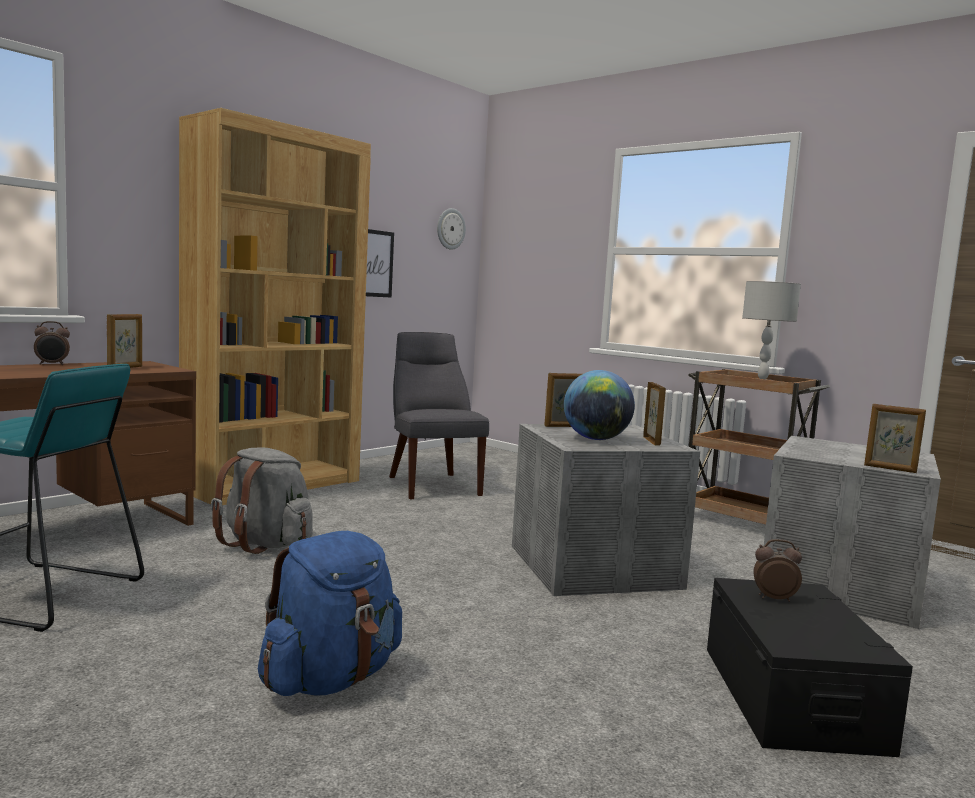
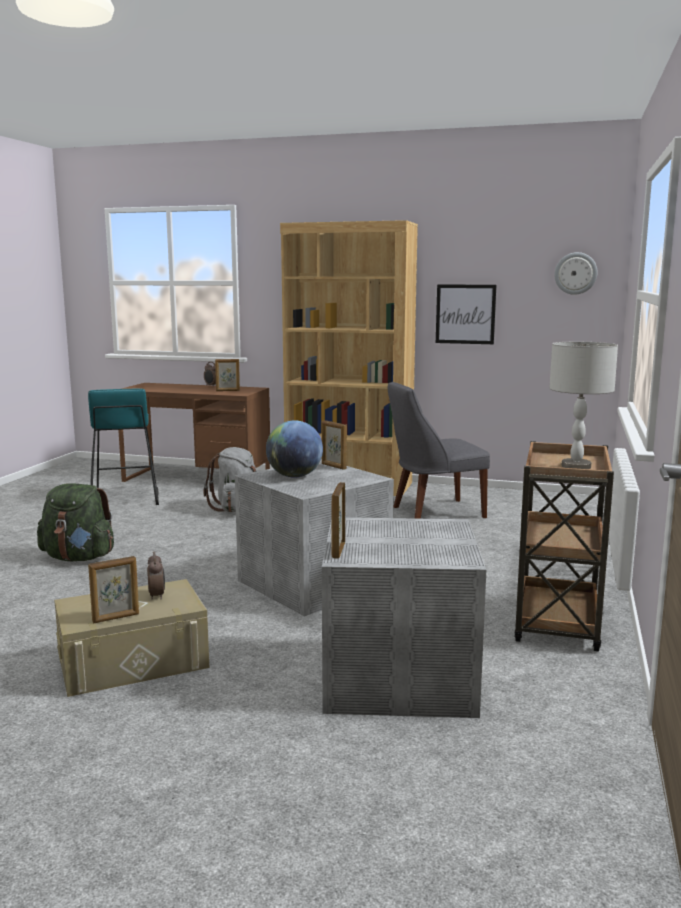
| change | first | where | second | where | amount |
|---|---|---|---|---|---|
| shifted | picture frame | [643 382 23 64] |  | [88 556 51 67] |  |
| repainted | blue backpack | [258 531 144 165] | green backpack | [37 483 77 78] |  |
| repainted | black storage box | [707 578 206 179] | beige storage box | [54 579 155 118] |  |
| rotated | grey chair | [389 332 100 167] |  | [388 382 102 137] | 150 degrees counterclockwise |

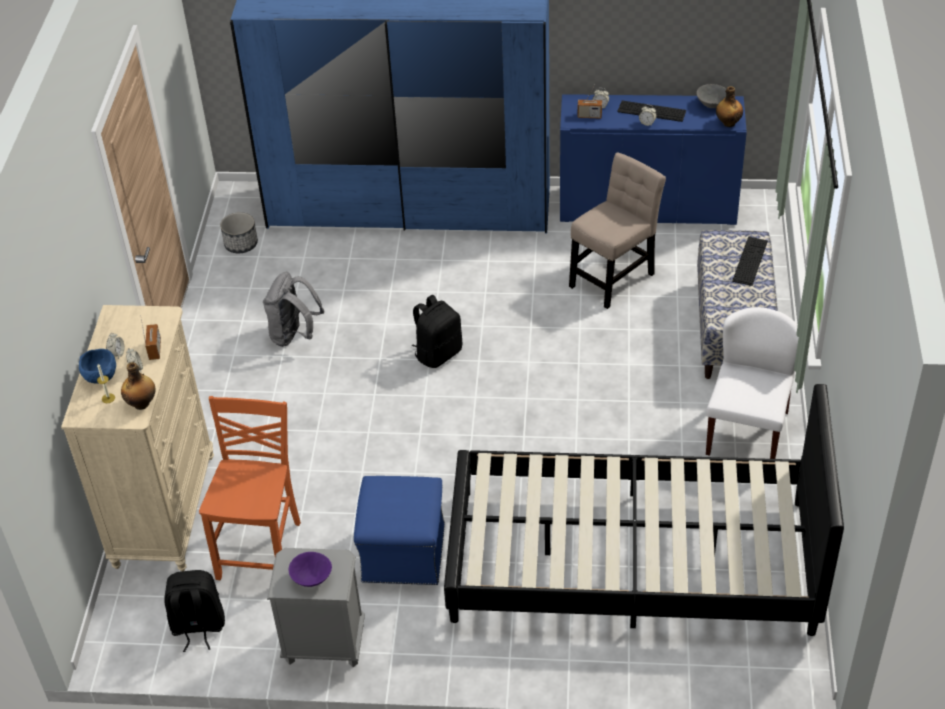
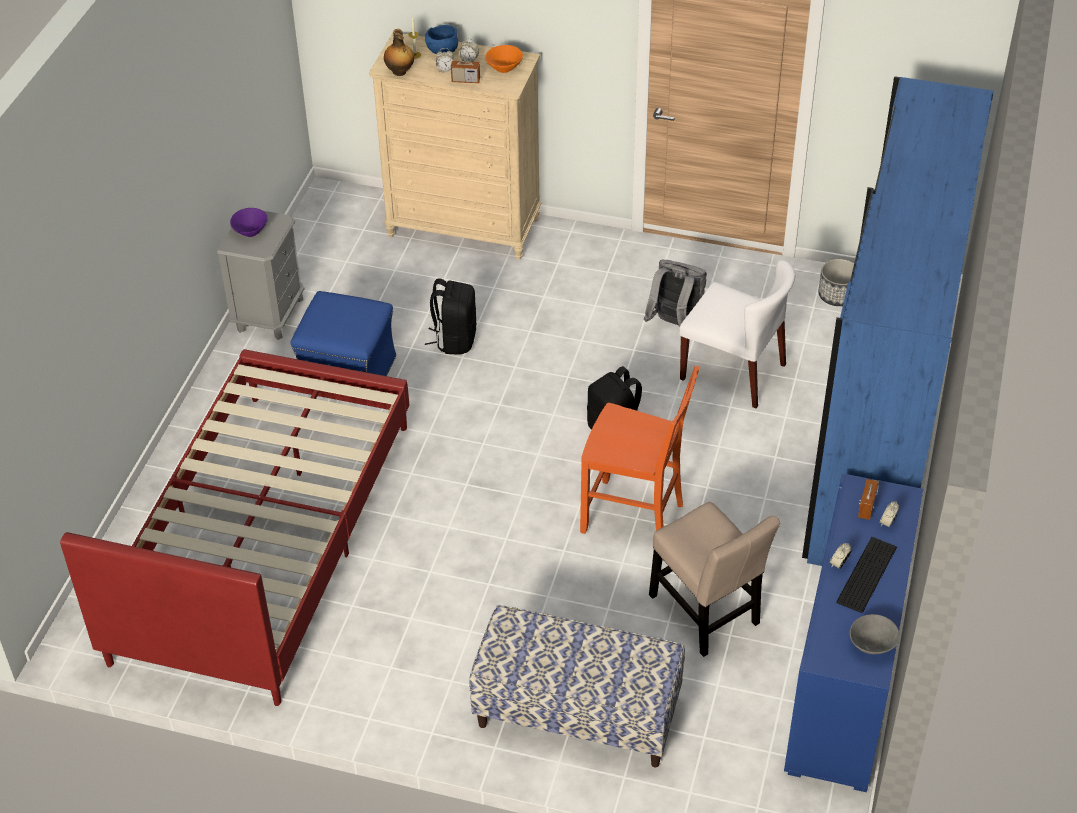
| change | first | where | second | where | amount |
|---|---|---|---|---|---|
| gone | bottle | [716 86 27 41] |  |  |  |
| gone | keyboard | [732 237 36 49] |  |  |  |
| new |  |  | orange bowl | [485 45 38 28] |  |
| shifted | black backpack | [164 570 61 82] |  | [425 279 51 76] |  |
| shifted | orange chair | [199 396 102 184] |  | [580 366 119 168] |  |
| shifted | white chair | [706 307 93 152] |  | [679 260 116 148] |  |
| repainted | black bed | [444 384 400 252] | red bed | [60 349 349 357] |  |

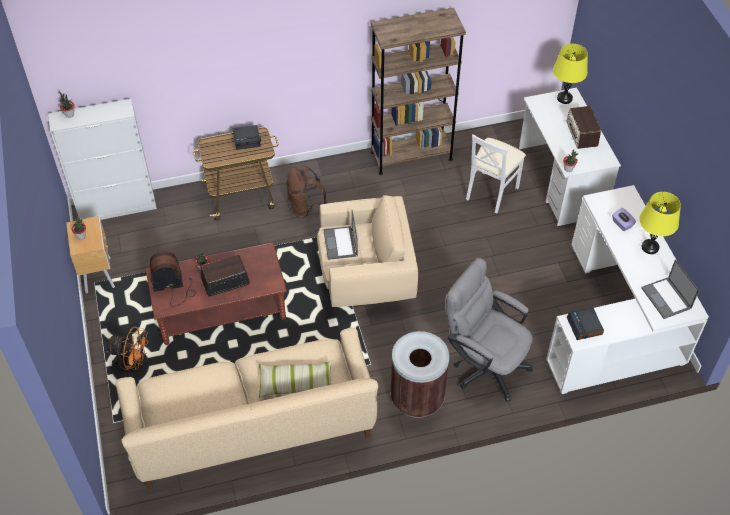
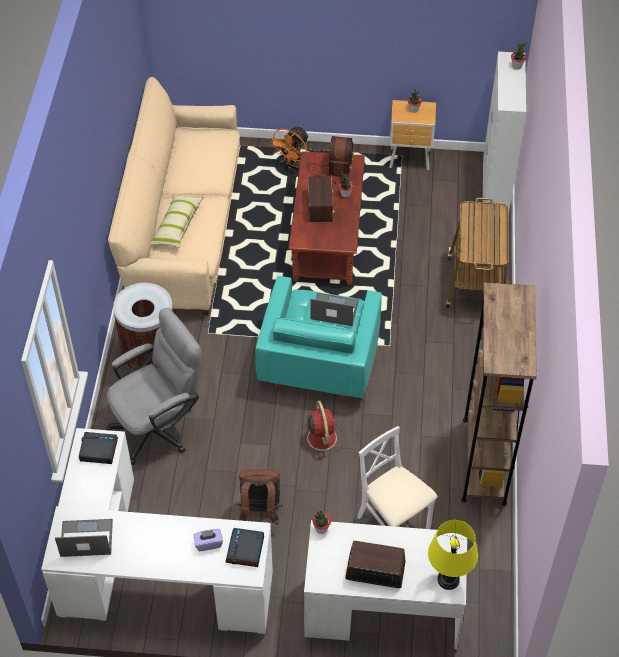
| change | first | where | second | where | amount |
|---|---|---|---|---|---|
| gone | yellow table lamp | [639 192 42 62] |  |  |  |
| new |  |  | red fan | [299 401 44 57] |  |
| shifted | alarm clock | [233 125 28 25] |  | [225 528 39 39] |  |
| shifted | brown backpack | [286 167 41 51] |  | [237 469 46 56] |  |
| repainted | beige armchair | [317 195 102 112] | turquoise armchair | [255 276 127 128] |  |

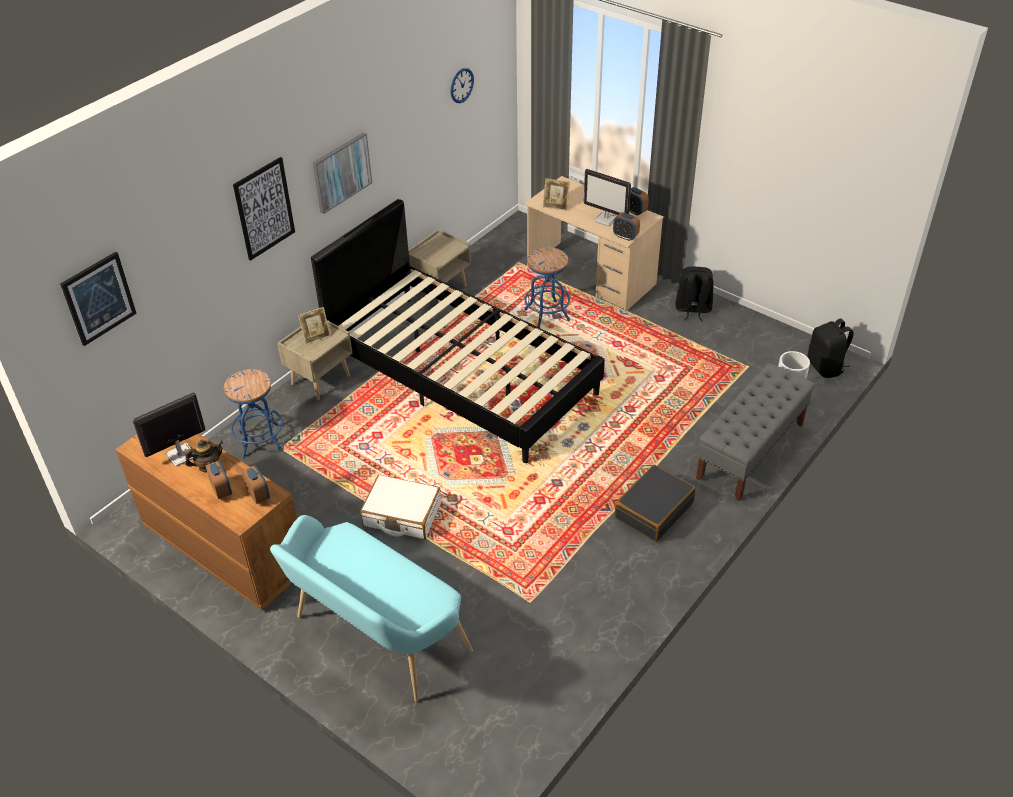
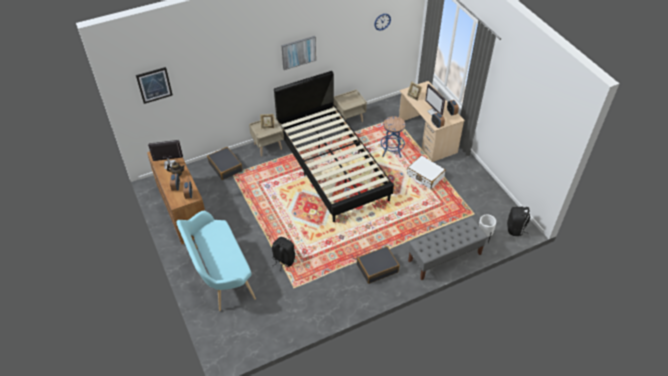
| change | first | where | second | where | amount |
|---|---|---|---|---|---|
| gone | picture | [233 157 62 104] |  |  |  |
| shifted | white suitcase | [360 475 81 64] |  | [407 155 39 34] |  |
| shifted | black backpack | [675 266 39 56] |  | [272 237 23 34] |  |
| swapped | blue stool | [224 369 59 90] | black suitcase | [207 147 35 33] |  |

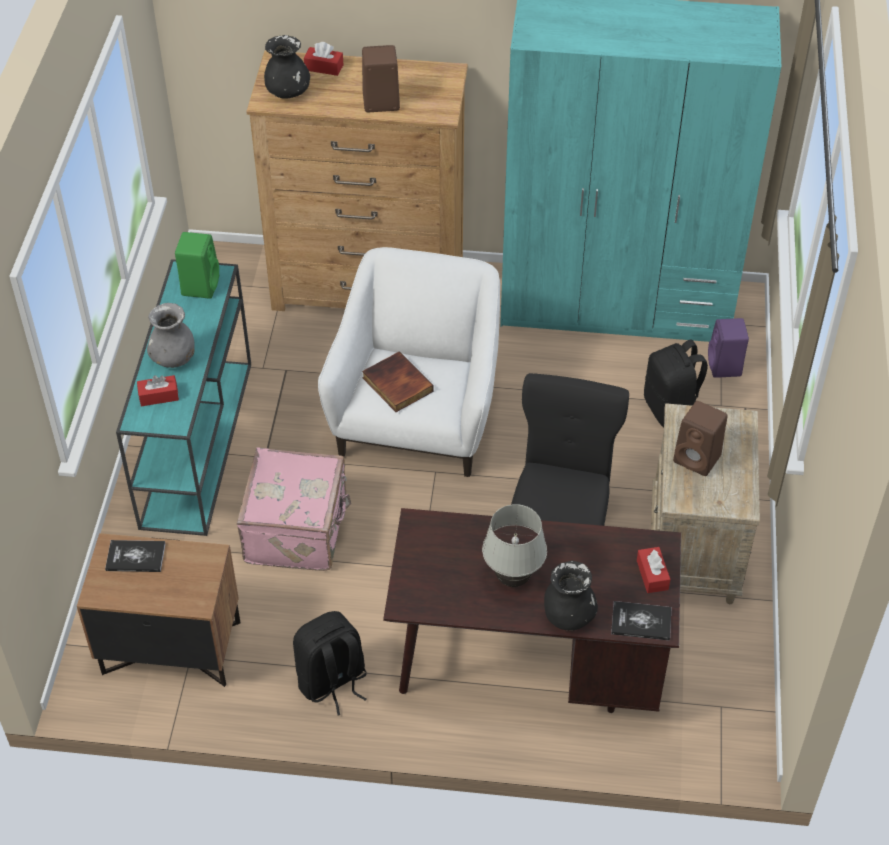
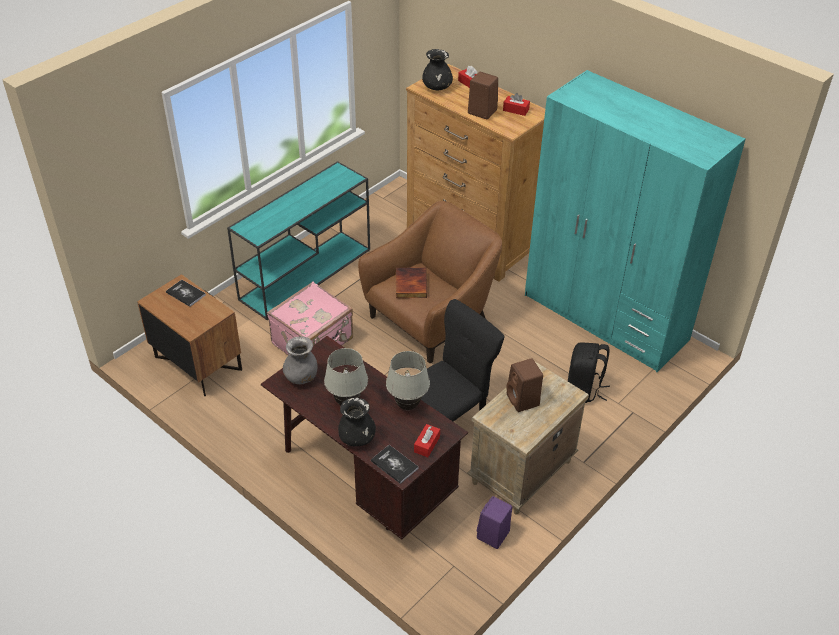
| change | first | where | second | where | amount |
|---|---|---|---|---|---|
| gone | green speaker | [175 232 44 67] |  |  |  |
| gone | black backpack | [293 611 74 105] |  |  |  |
| new |  |  | white table lamp | [386 351 44 59] |  |
| shifted | red tissue box | [137 375 42 32] |  | [503 93 27 23] |  |
| shifted | grey vase | [147 303 48 65] |  | [283 336 34 48] |  |
| shifted | purple speaker | [708 318 41 60] |  | [477 496 35 53] |  |
| repainted | white armchair | [318 247 182 230] | brown armchair | [358 201 144 162] |  |

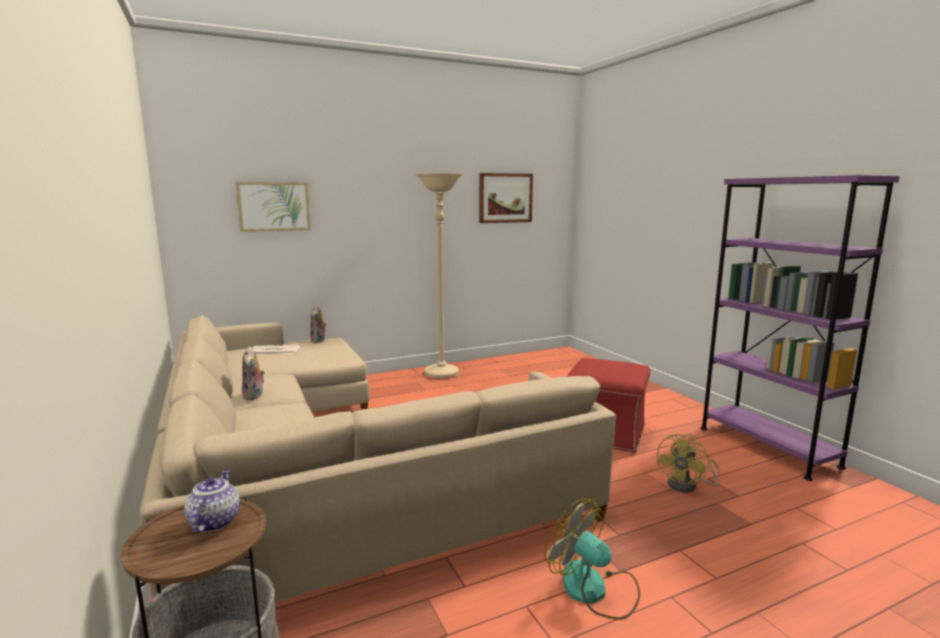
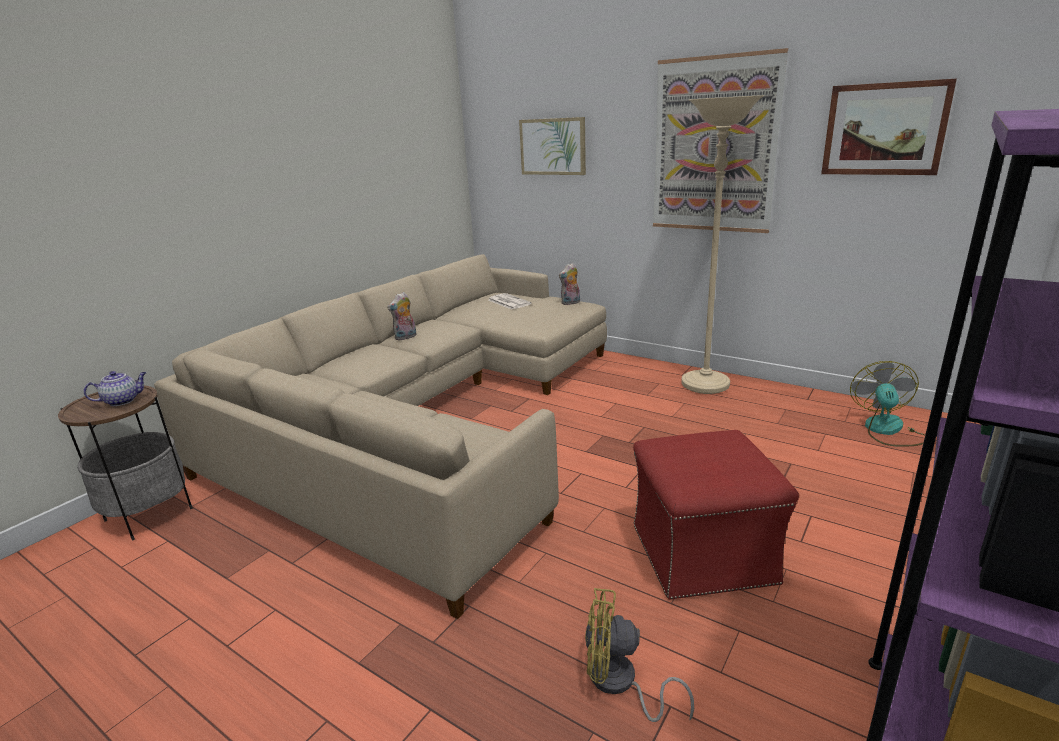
| change | first | where | second | where | amount |
|---|---|---|---|---|---|
| new |  |  | picture | [653 48 135 185] |  |
| shifted | fan | [545 499 95 121] |  | [850 361 75 86] |  |

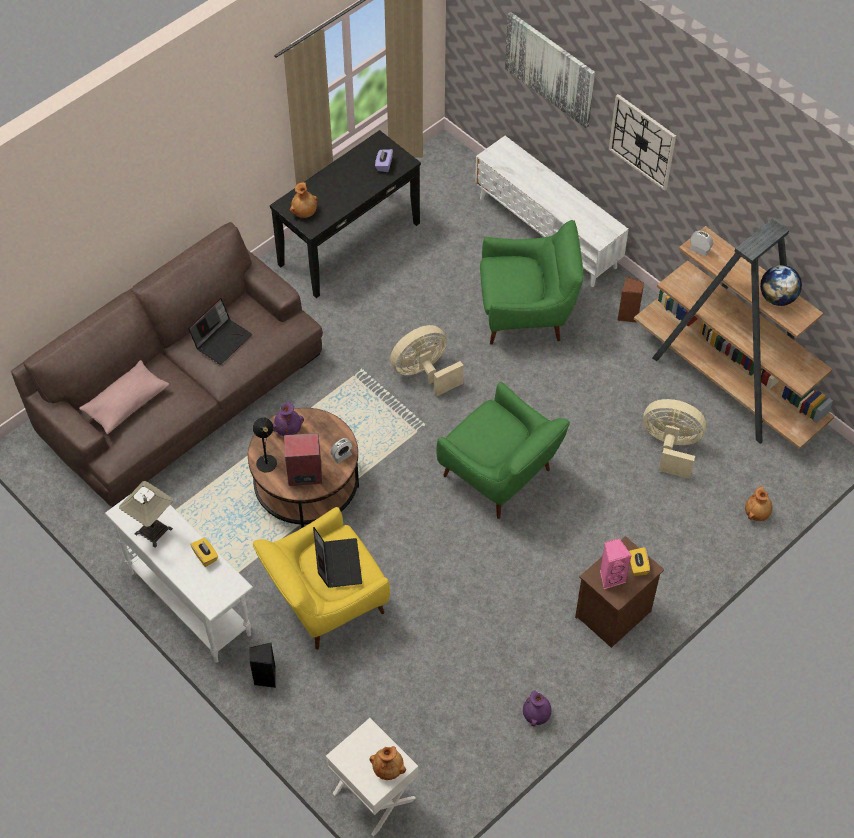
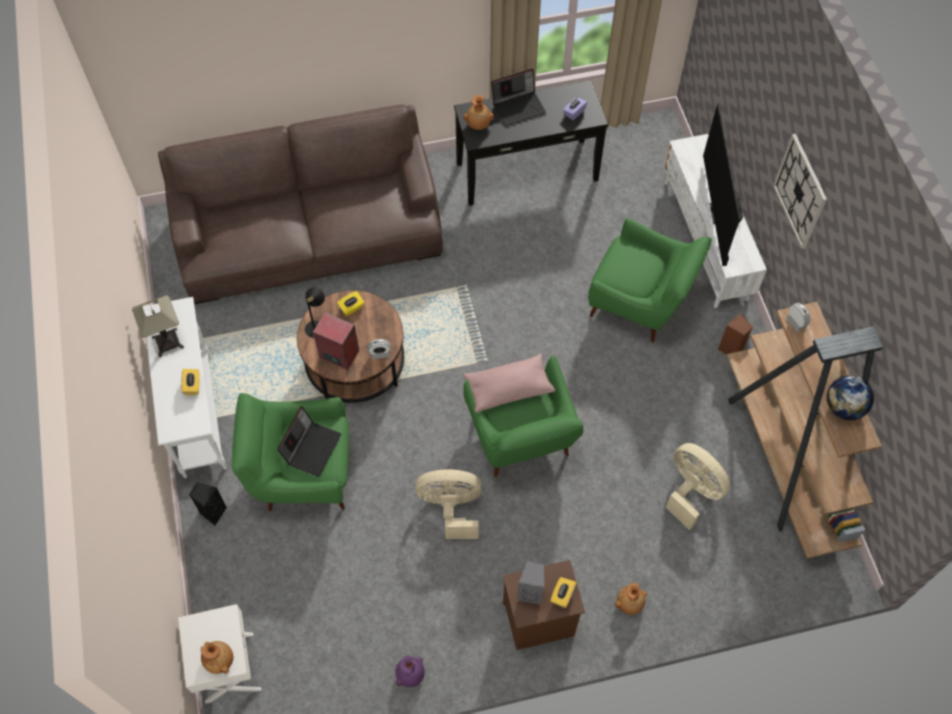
| change | first | where | second | where | amount |
|---|---|---|---|---|---|
| gone | picture | [505 12 90 116] |  |  |  |
| new |  |  | television | [703 104 40 162] |  |
| shifted | pink pillow | [79 360 90 74] |  | [464 354 91 59] |  |
| shifted | laptop | [188 298 64 67] |  | [491 69 55 57] |  |
| shifted | beige fan | [390 325 73 71] |  | [415 469 67 70] |  |
| shifted | brown vase | [745 486 27 35] |  | [615 583 32 32] |  |
| swapped | purple vase | [273 402 31 34] | yellow tissue box | [337 291 28 25] |  |
| repainted | yellow armchair | [253 507 137 143] | green armchair | [232 393 117 118] |  |
| repainted | pink speaker | [600 538 32 51] | grey speaker | [517 561 27 44] |  |

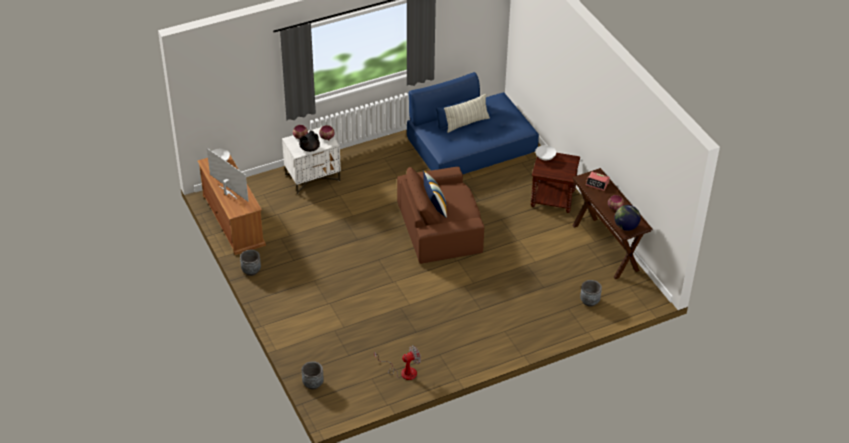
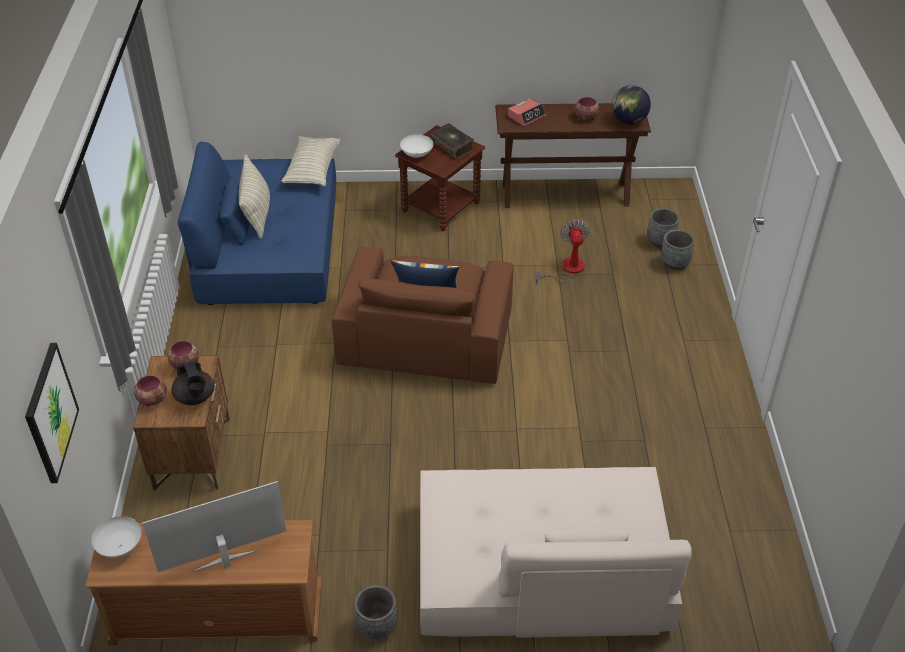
| change | first | where | second | where | amount |
|---|---|---|---|---|---|
| new |  |  | picture | [25 343 54 140] |  |
| new |  |  | pillow | [281 136 60 50] |  |
| new |  |  | beige sofa | [420 467 272 171] |  |
| new |  |  | book | [430 123 44 36] |  |
| shifted | grey planter | [302 361 22 29] |  | [661 230 34 41] |  |
| shifted | fan | [374 345 47 35] |  | [534 220 56 65] |  |
| repainted | white nightstand | [282 127 59 67] | brown nightstand | [133 355 97 136] |  |

